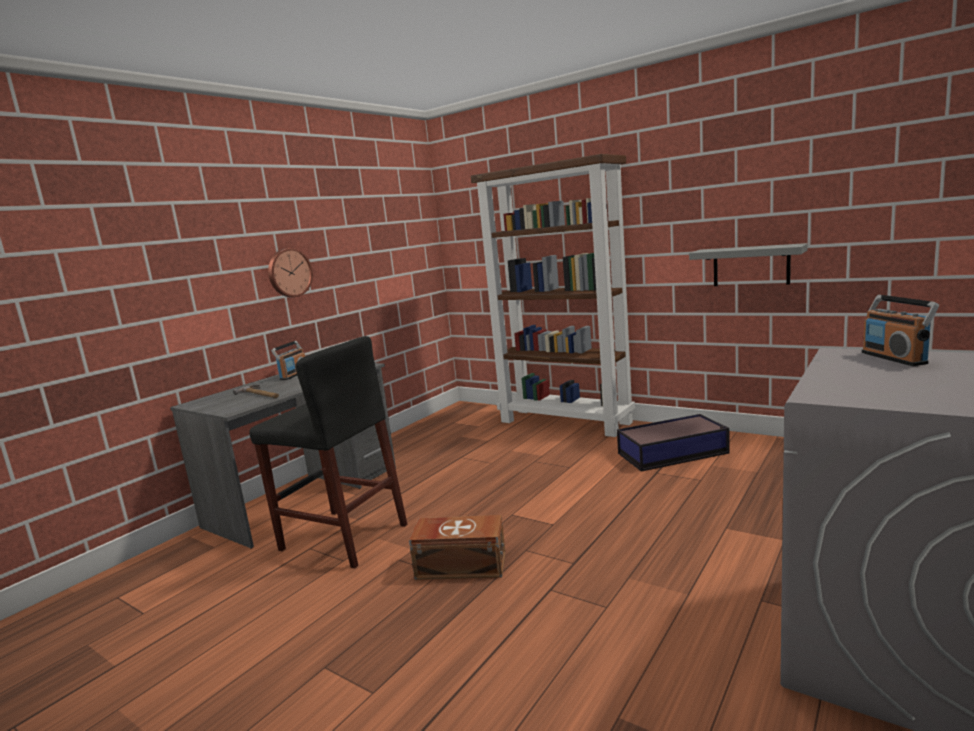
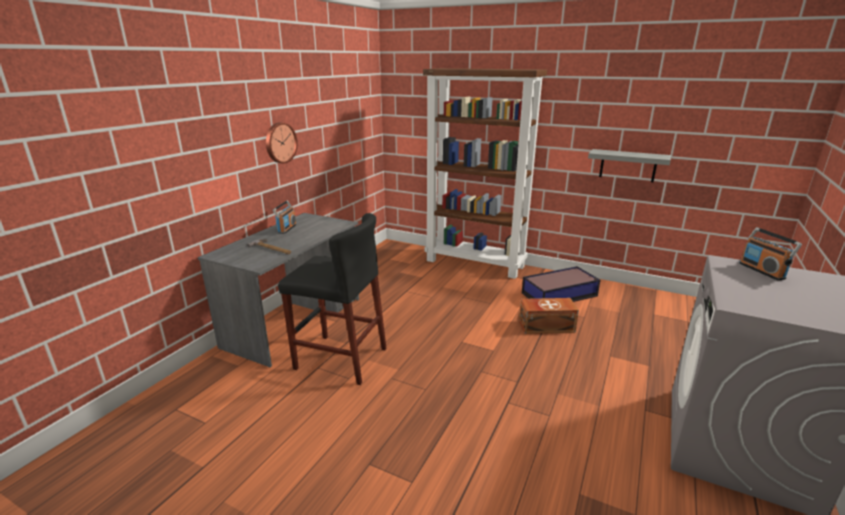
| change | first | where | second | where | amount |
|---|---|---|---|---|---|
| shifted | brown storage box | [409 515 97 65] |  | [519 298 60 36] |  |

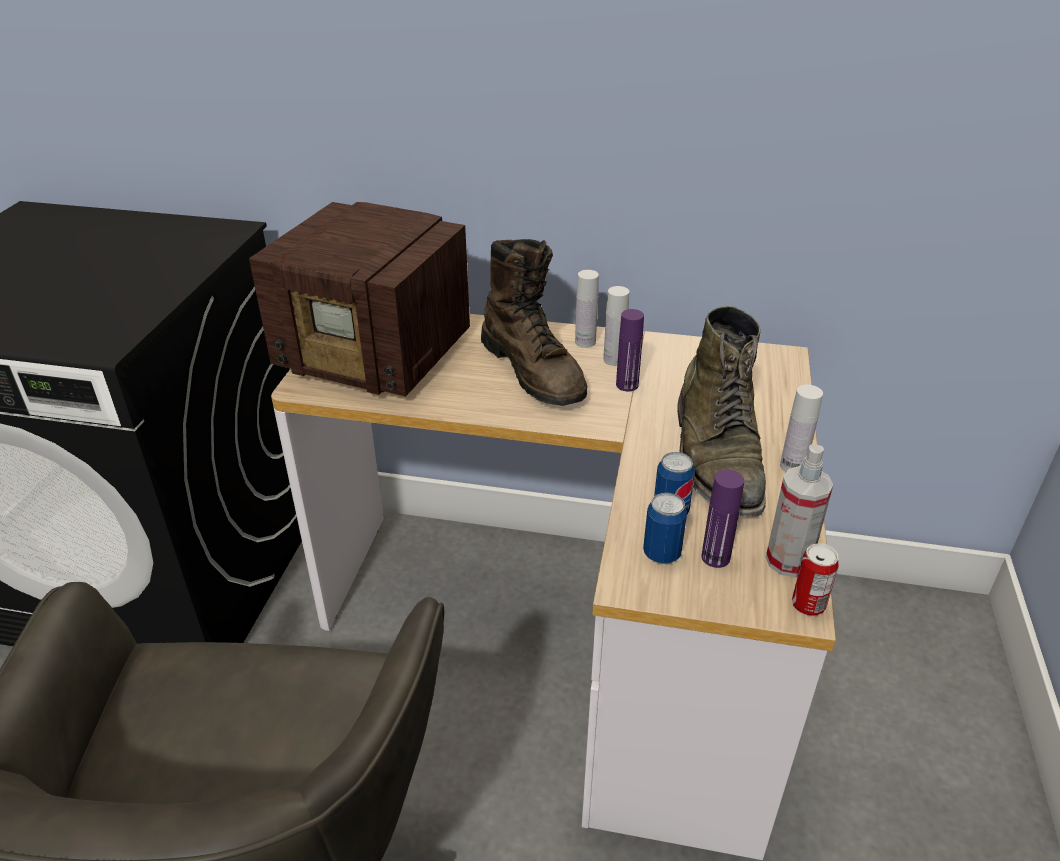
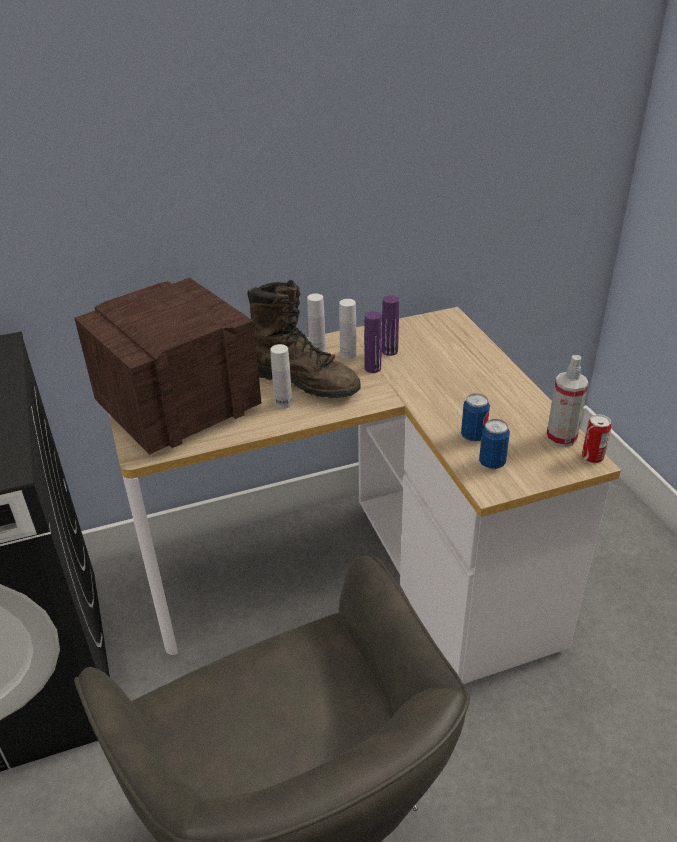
| change | first | where | second | where | amount |
|---|---|---|---|---|---|
| gone | green boot | [677 306 89 210] |  |  |  |
| shifted | purple bottle | [701 470 43 98] |  | [382 295 17 61] |  |
| shifted | white bottle | [780 385 43 87] |  | [270 344 22 65] |  |
| rotated | radio | [249 202 221 195] |  | [74 278 187 177] | 150 degrees clockwise |

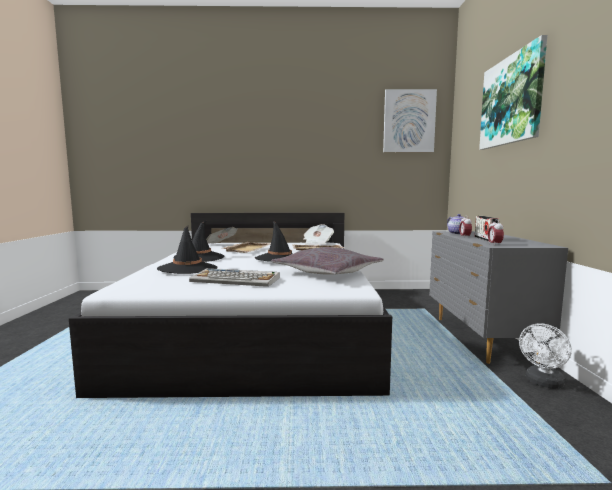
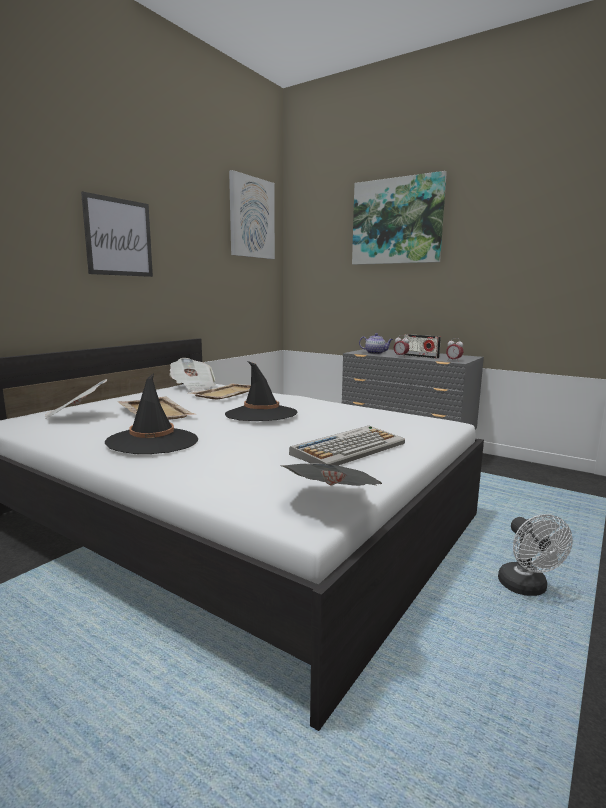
| change | first | where | second | where | amount |
|---|---|---|---|---|---|
| gone | black hat | [157 226 60 48] |  |  |  |
| gone | grey pillow | [271 247 113 28] |  |  |  |
| new |  |  | picture | [81 191 72 86] |  |
| new |  |  | newspaper | [279 463 103 23] |  |
| shifted | white fan | [519 323 53 66] |  | [498 514 75 82] |  |

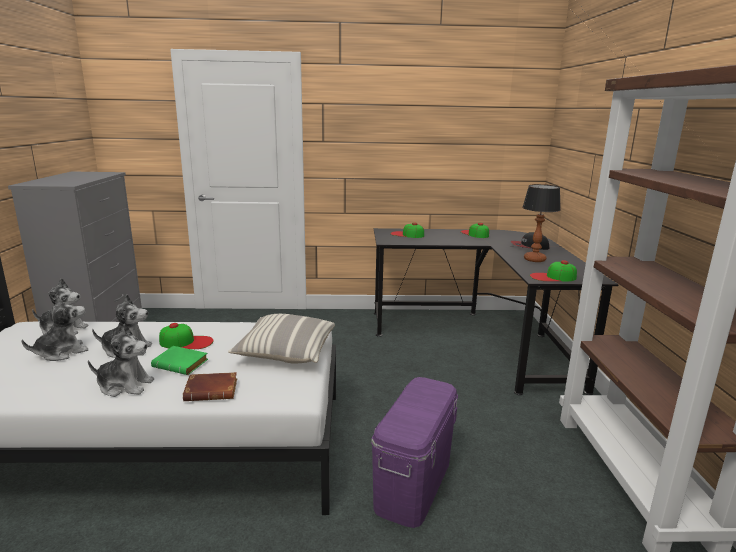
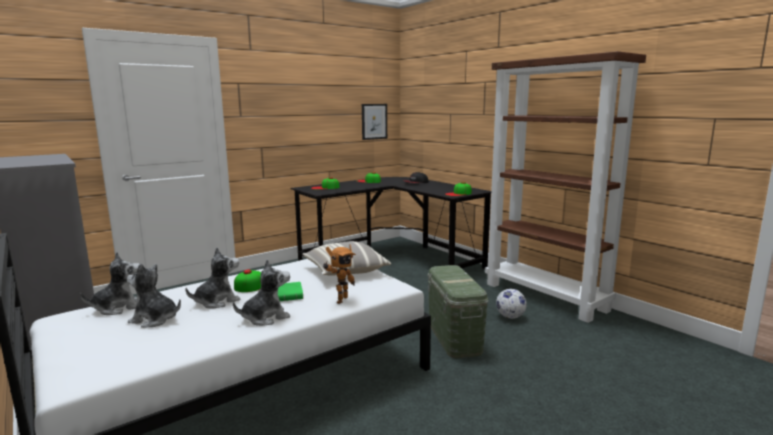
| change | first | where | second | where | amount |
|---|---|---|---|---|---|
| gone | table lamp | [522 184 39 78] |  |  |  |
| new |  |  | picture | [362 104 25 36] |  |
| new |  |  | football | [496 289 31 30] |  |
| swapped | brown book | [183 372 54 29] | toy robot | [323 244 33 60] |  |
| repainted | purple storage box | [371 377 87 151] | green storage box | [428 265 61 93] |  |
| rotated | plush toy | [21 295 67 66] |  | [127 263 54 65] | 90 degrees counterclockwise |

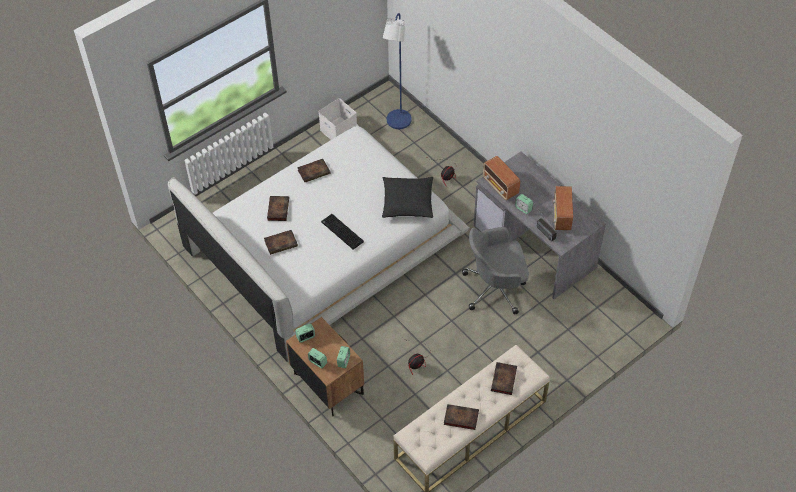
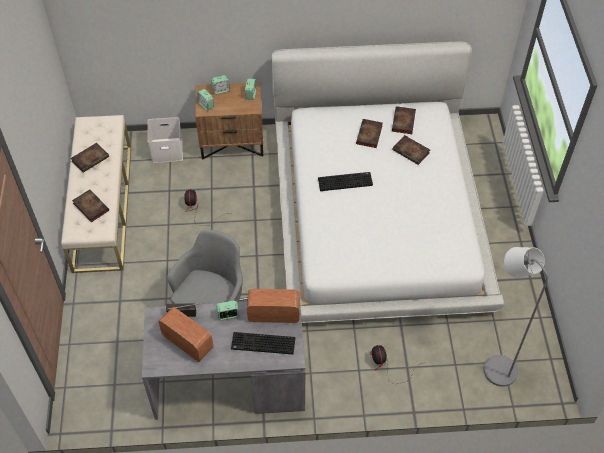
| change | first | where | second | where | amount |
|---|---|---|---|---|---|
| gone | black pillow | [382 177 51 41] |  |  |  |
| new |  |  | keyboard | [231 332 64 22] |  |
| shifted | book | [297 159 33 23] |  | [392 106 24 28] |  |
| shifted | white storage box | [318 98 39 42] |  | [148 117 35 46] |  |
| repainted | blue floor lamp | [383 13 29 116] | grey floor lamp | [484 247 64 140] |  |

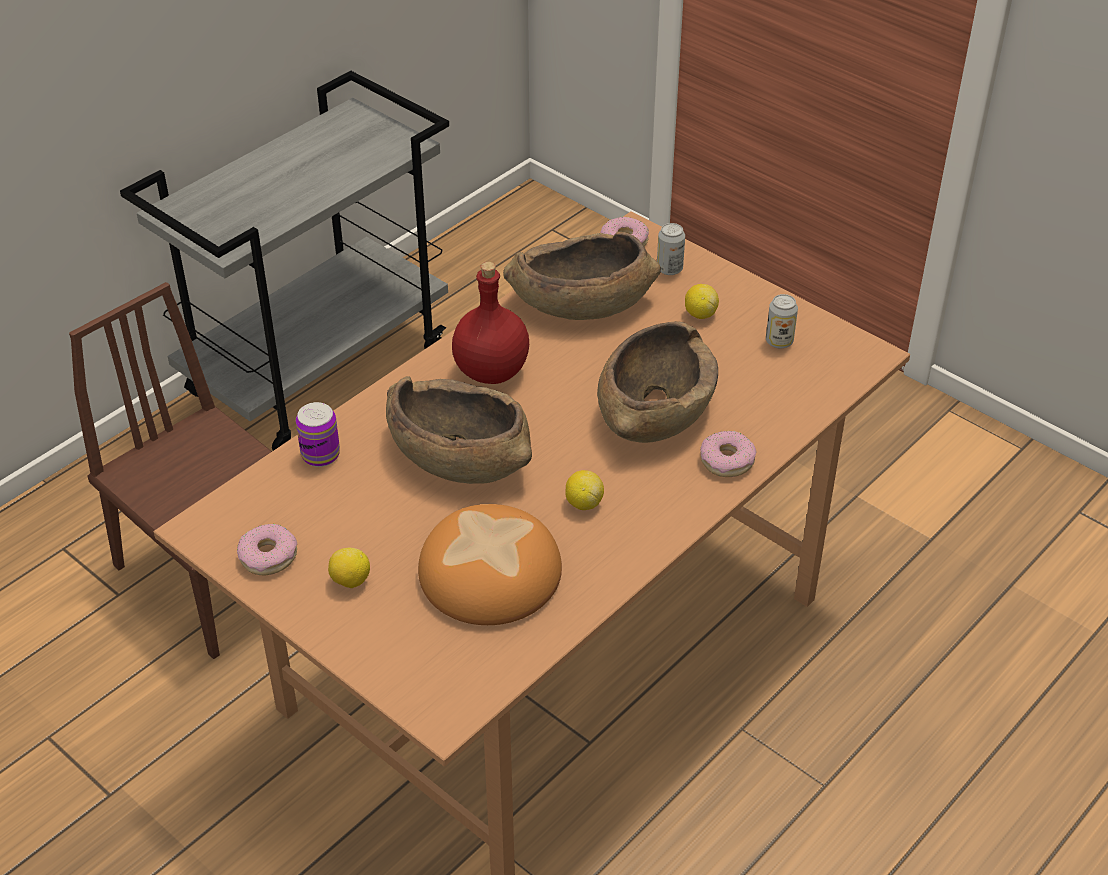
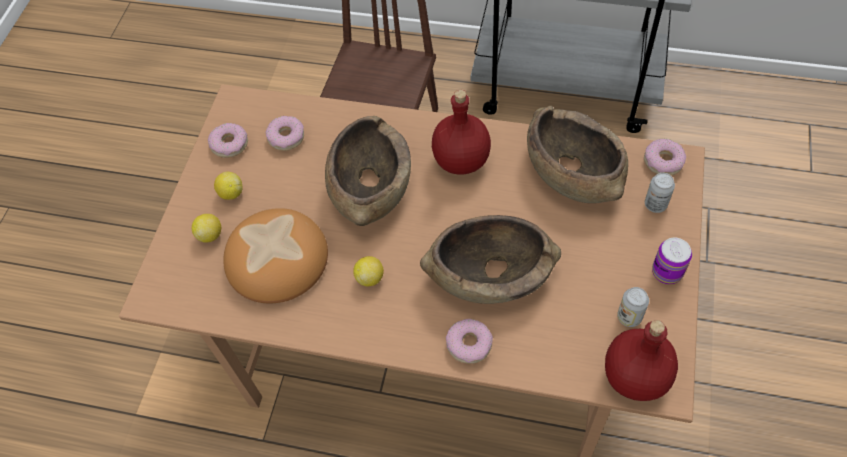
| change | first | where | second | where | amount |
|---|---|---|---|---|---|
| new |  |  | donut | [266 116 38 35] |  |
| new |  |  | red bottle | [605 320 73 81] |  |
| shifted | can | [296 402 44 65] |  | [652 238 40 46] |  |
| shifted | lemon | [685 284 34 35] |  | [192 214 29 29] |  |

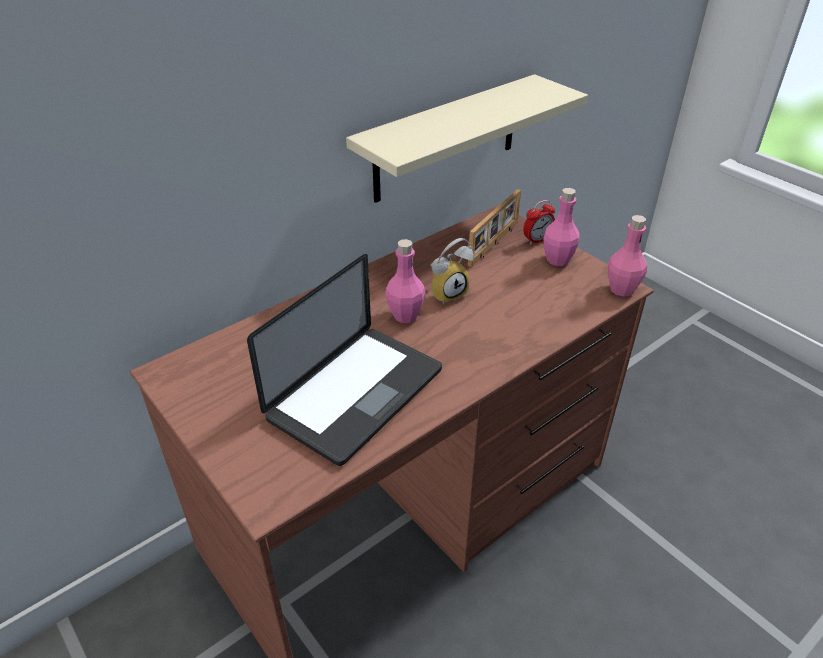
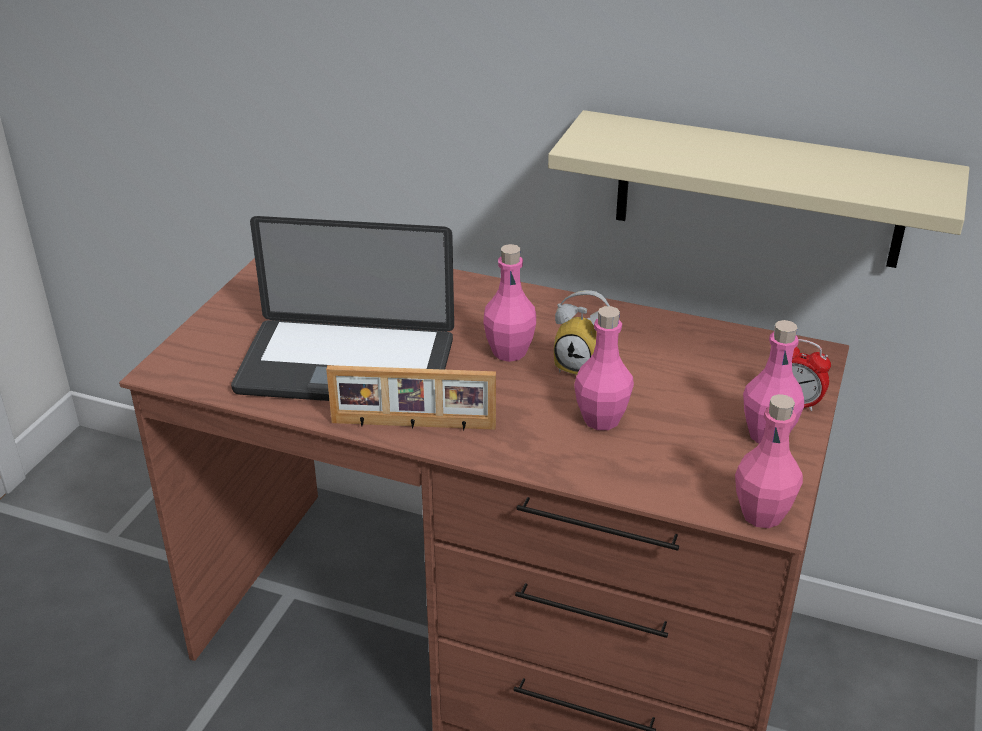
| change | first | where | second | where | amount |
|---|---|---|---|---|---|
| new |  |  | pink bottle | [574 306 60 124] |  |
| shifted | picture frame | [468 189 53 78] |  | [326 365 170 66] |  |

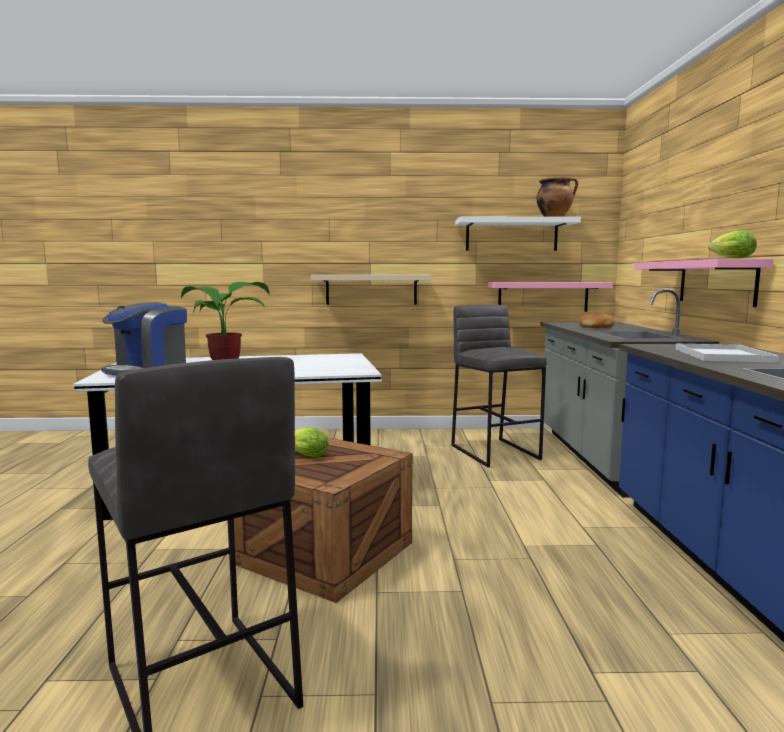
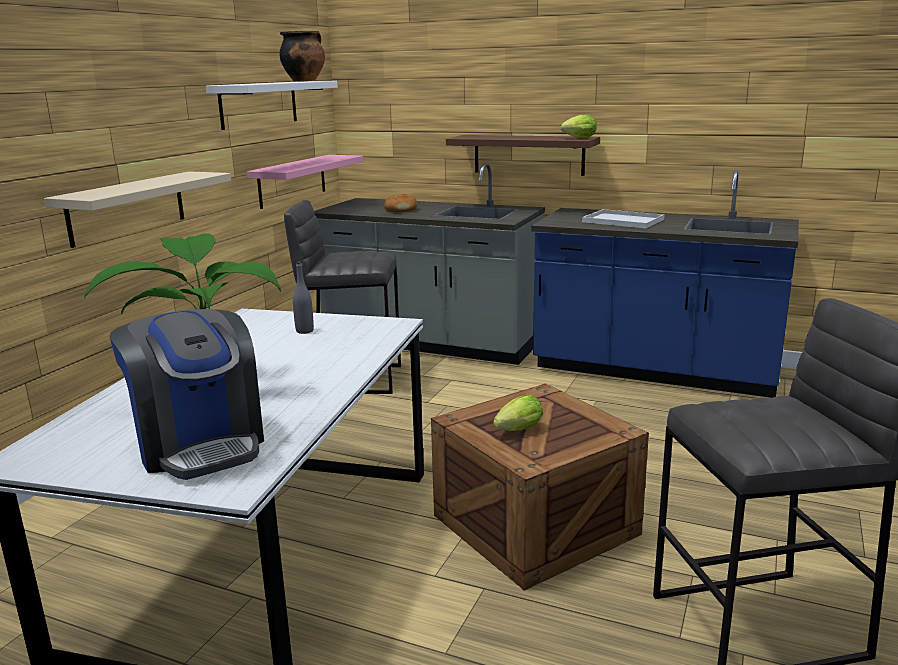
| change | first | where | second | where | amount |
|---|---|---|---|---|---|
| new |  |  | grey bottle | [293 262 21 72] |  |
| repainted | pink shelf | [634 259 139 48] | brown shelf | [446 135 154 41] |  |

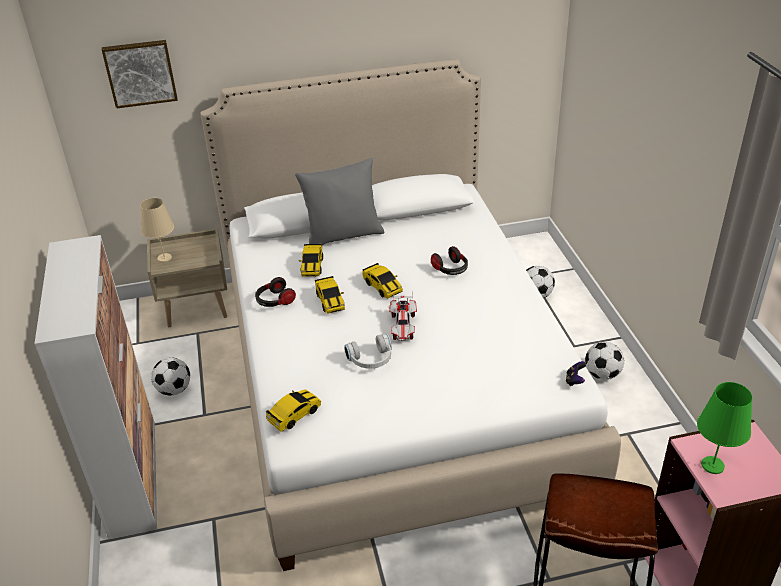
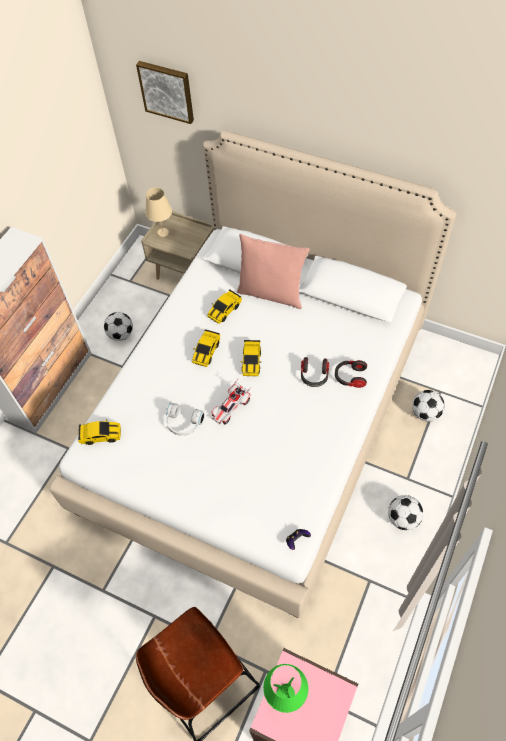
| change | first | where | second | where | amount |
|---|---|---|---|---|---|
| shifted | headphones | [255 277 41 30] |  | [335 360 32 28] |  |
| repainted | grey pillow | [295 158 89 87] | pink pillow | [236 234 74 75] |  |

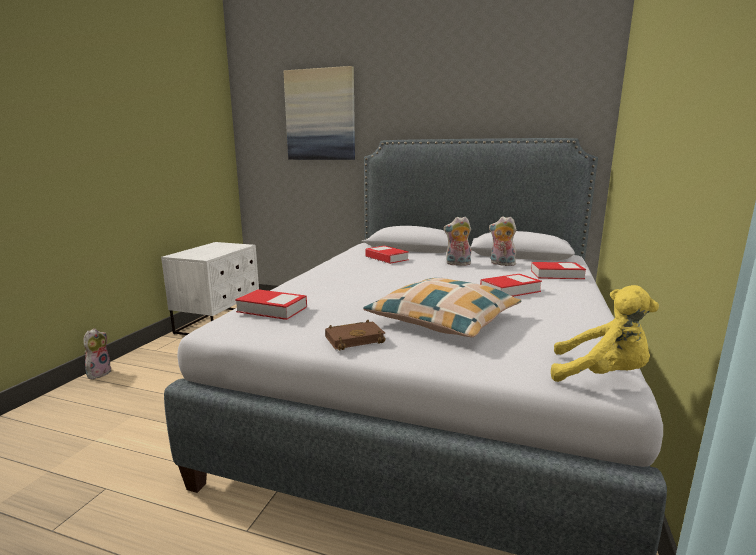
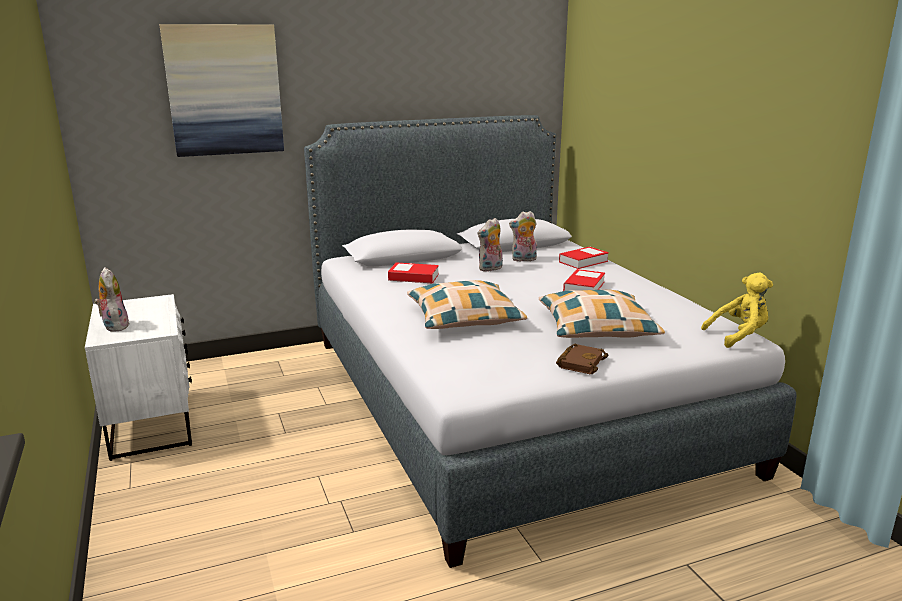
| change | first | where | second | where | amount |
|---|---|---|---|---|---|
| gone | book | [235 289 72 31] |  |  |  |
| new |  |  | pillow | [407 280 120 49] |  |
| shifted | plush toy | [83 328 29 51] |  | [94 267 35 65] |  |

